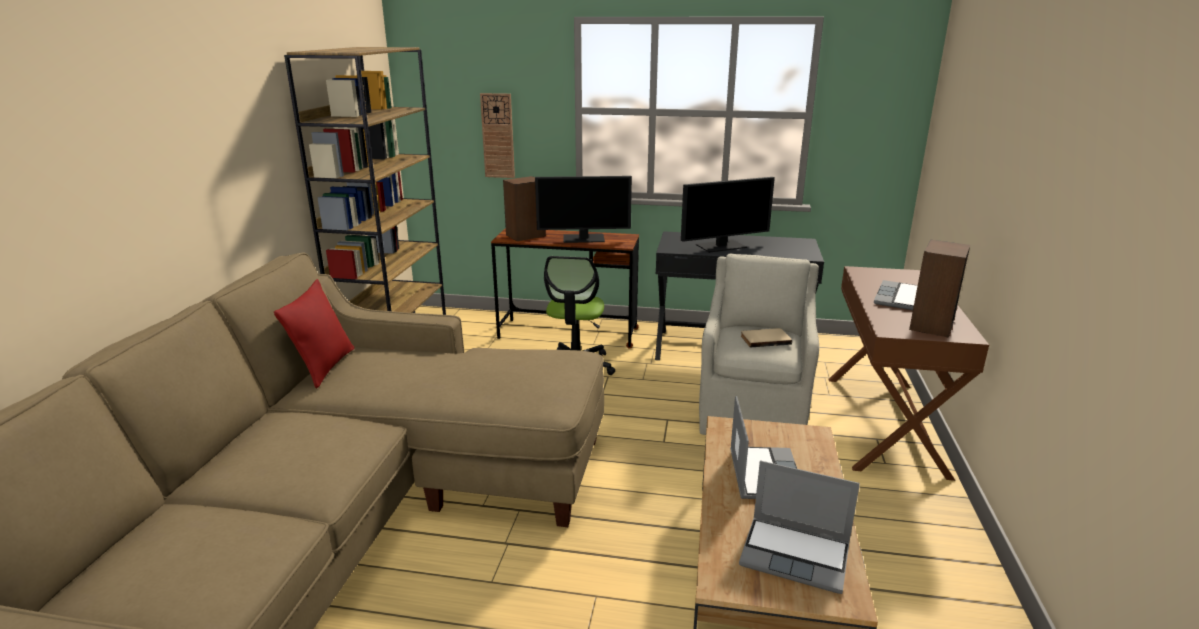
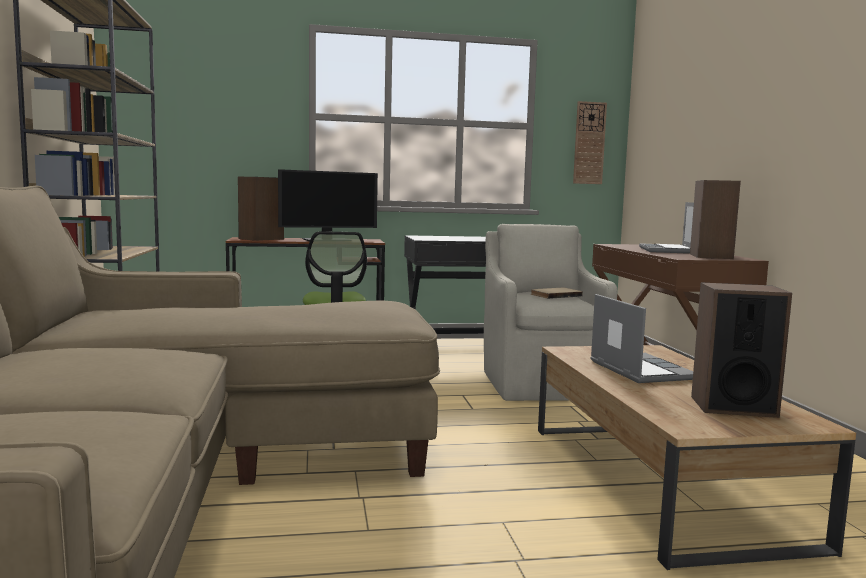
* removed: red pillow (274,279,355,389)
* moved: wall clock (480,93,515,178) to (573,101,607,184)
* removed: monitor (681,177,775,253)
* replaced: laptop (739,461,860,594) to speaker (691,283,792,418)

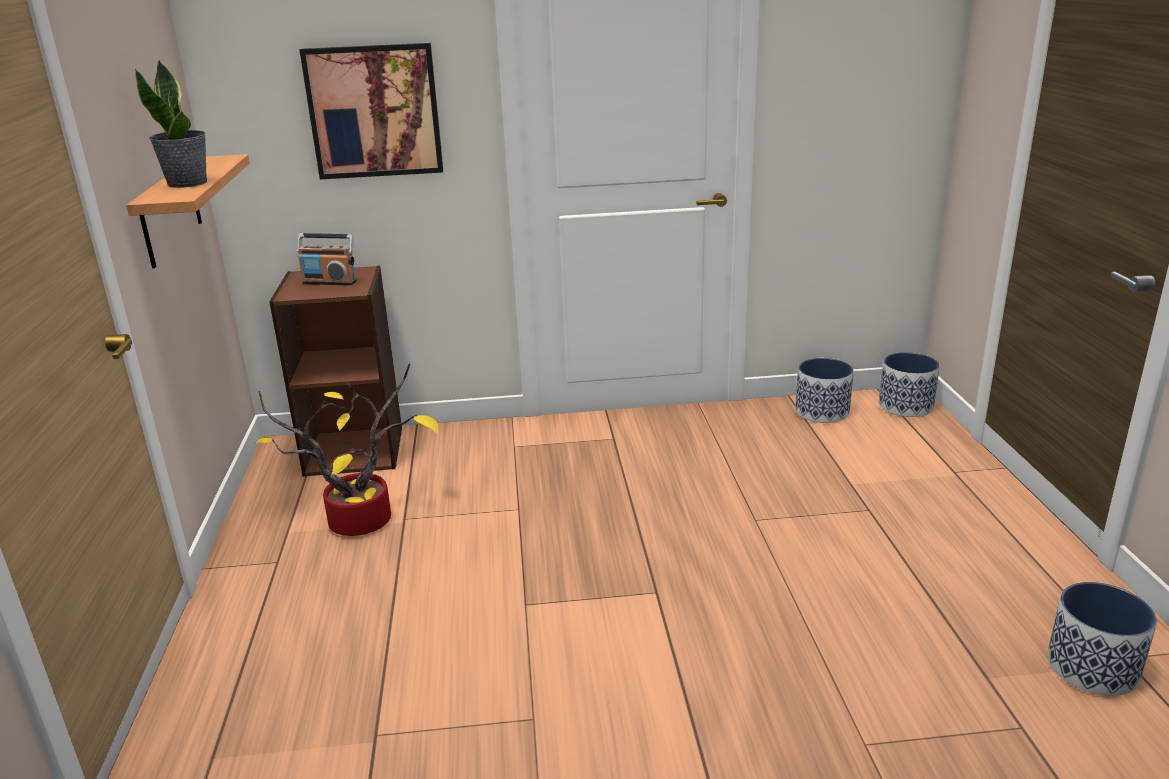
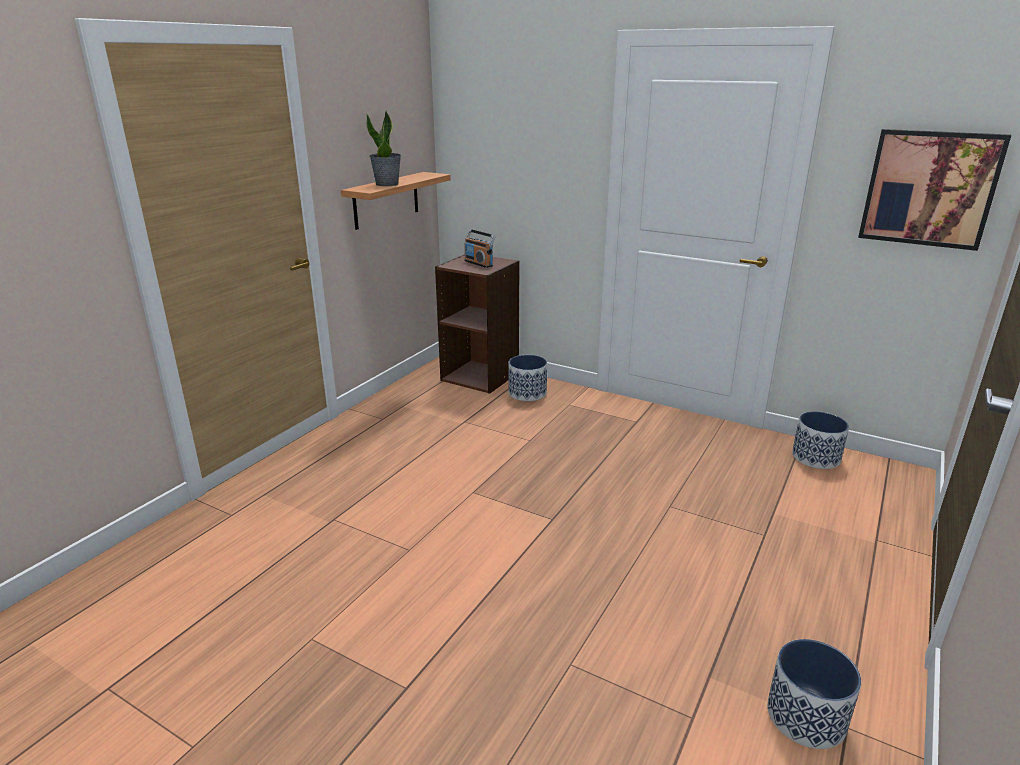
* removed: potted plant (254,363,439,536)
* moved: picture (300,43,443,179) to (858,129,1011,251)
* moved: planter (879,352,940,417) to (508,355,547,401)

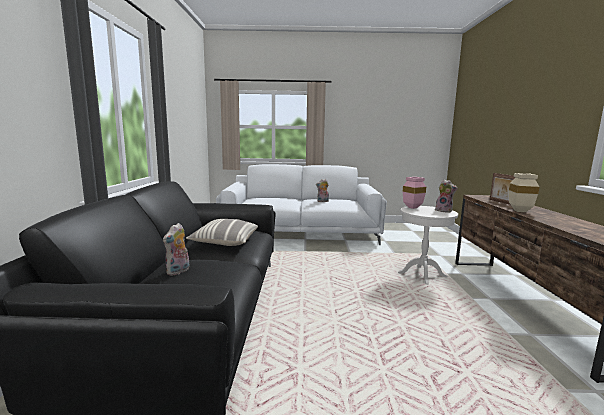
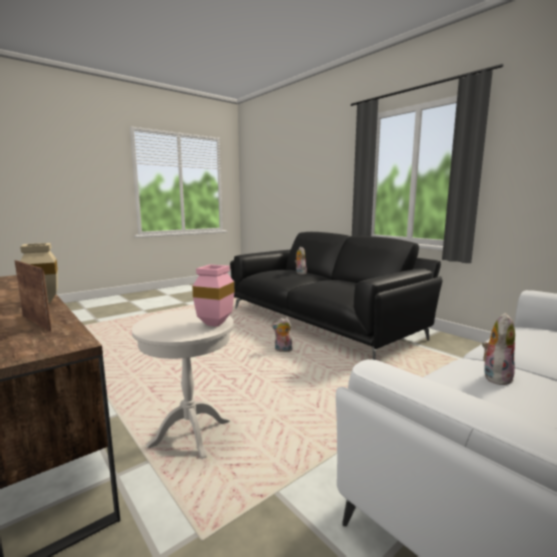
* removed: pillow (186,219,258,246)
* moved: plush toy (435,179,458,213) to (272,318,292,352)

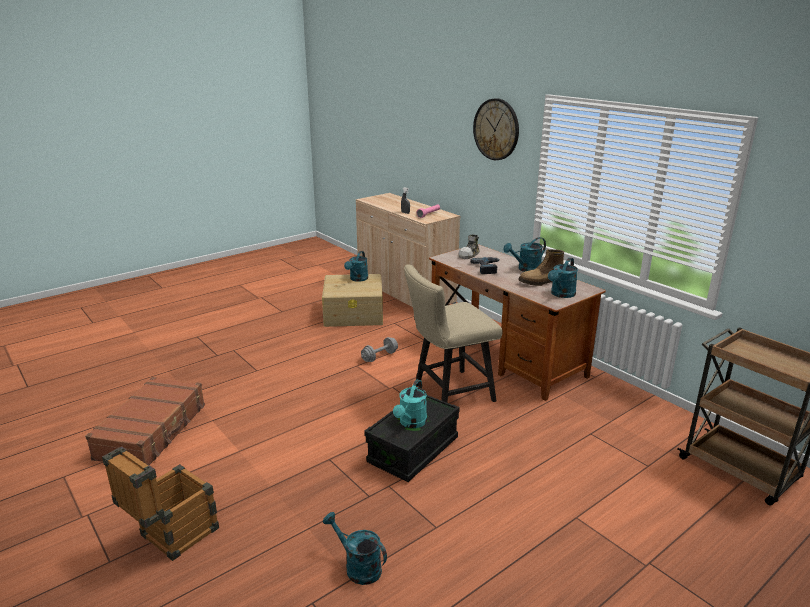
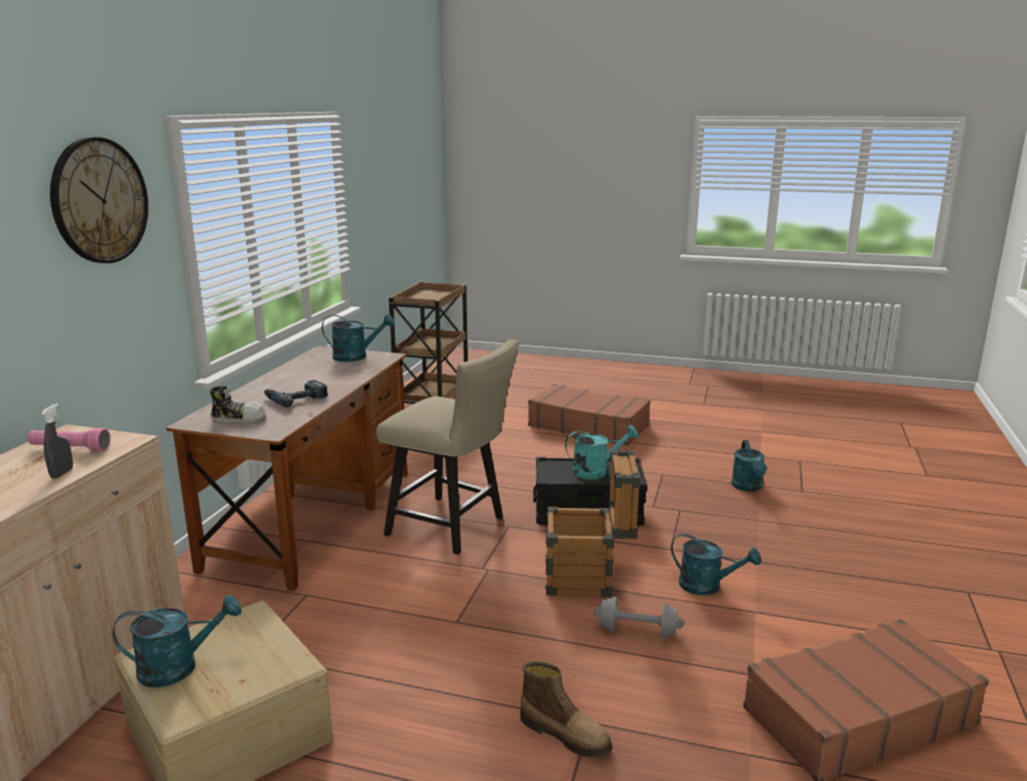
* moved: crate (102,446,219,561) to (545,450,641,597)
* moved: grey dumbbell (361,337,398,362) to (594,597,685,638)
* moved: turquoise watering can (503,237,546,272) to (671,533,761,595)
* moved: boot (518,249,564,286) to (520,661,613,757)
* added: brown suitcase (528,384,650,446)

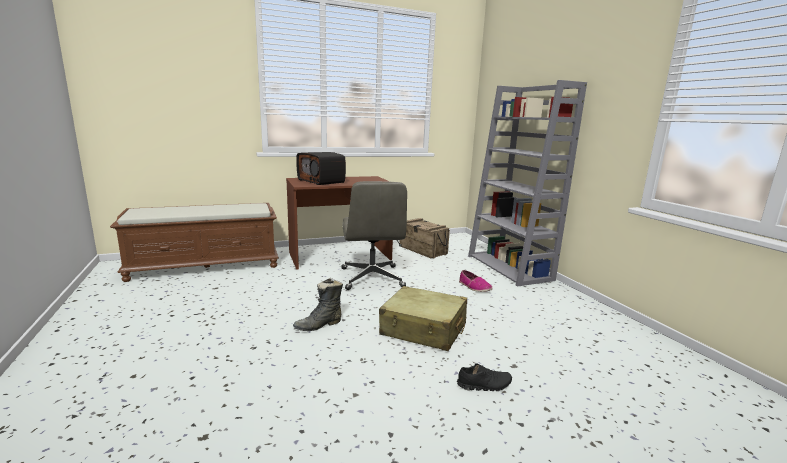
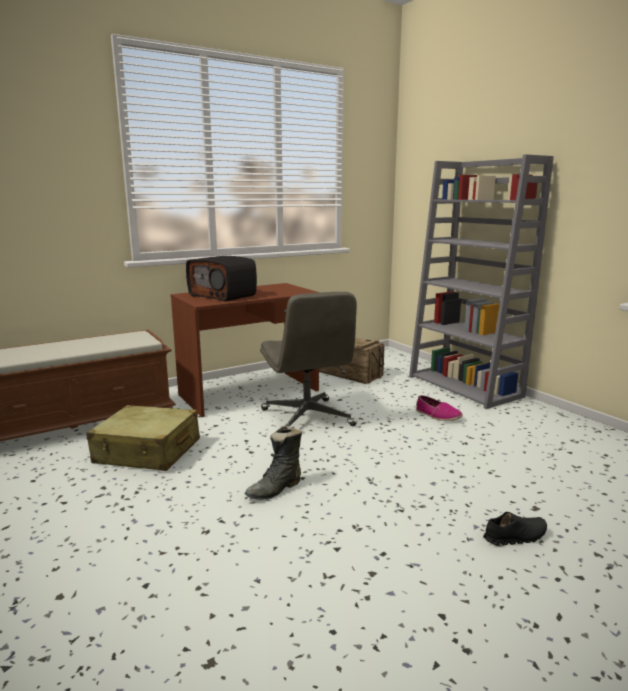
* moved: beige suitcase (379,286,467,351) to (86,405,200,471)

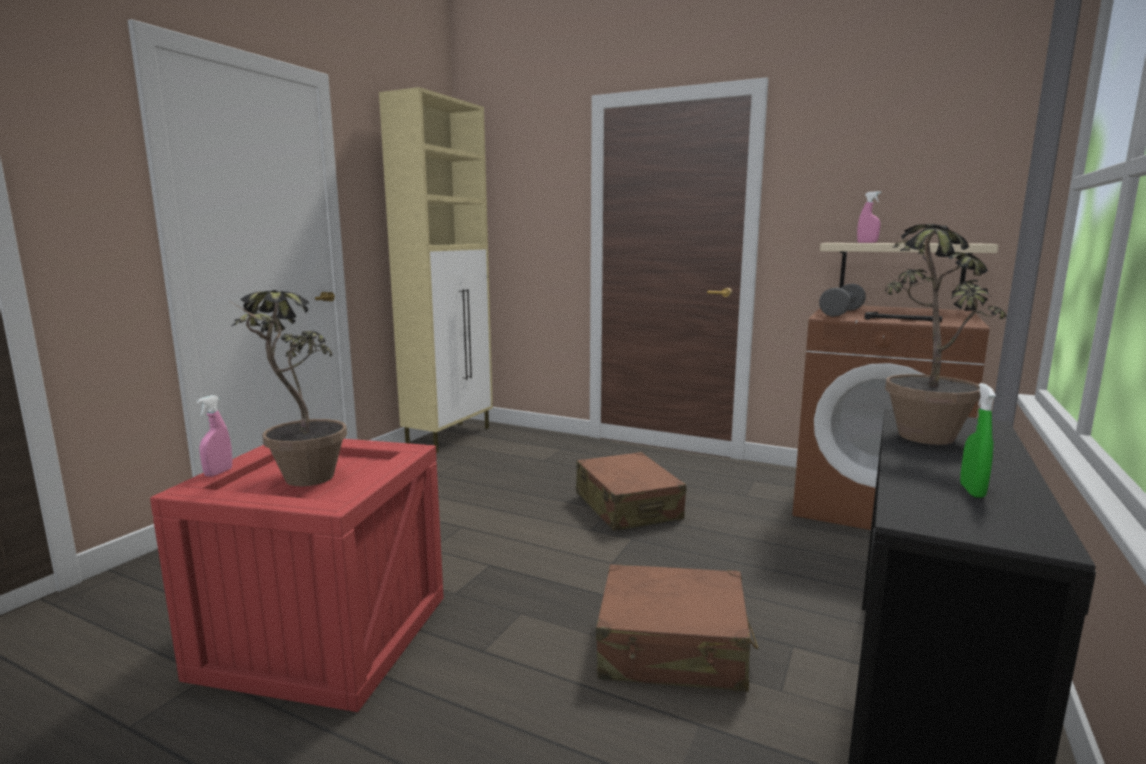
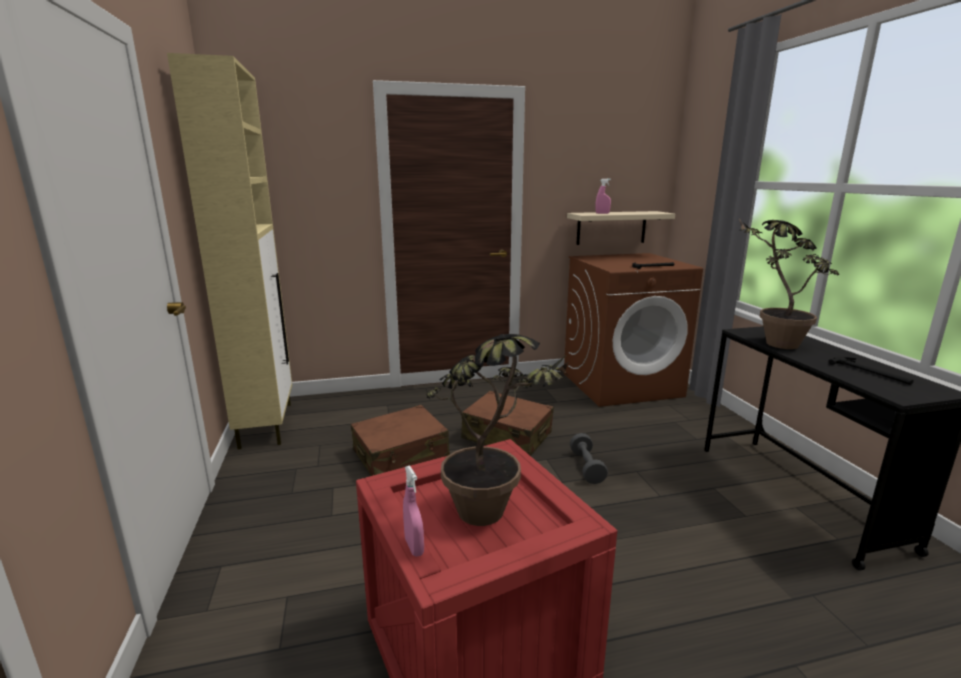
* moved: brown suitcase (596,564,758,692) to (351,405,450,476)
* moved: grey dumbbell (819,284,866,317) to (570,433,608,484)
* replaced: green spray bottle (960,383,996,498) to hammer (828,357,914,385)

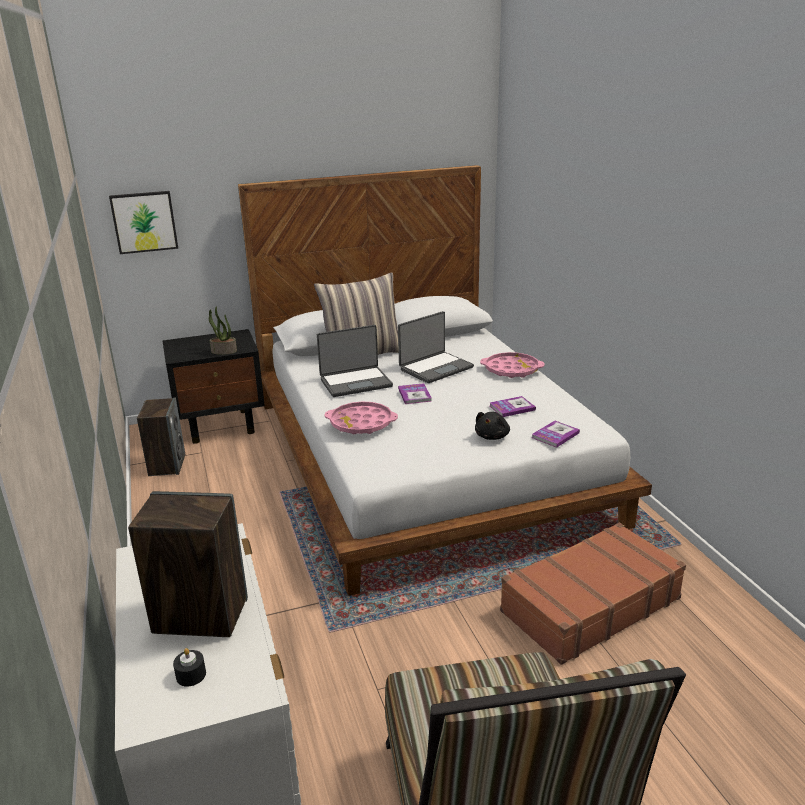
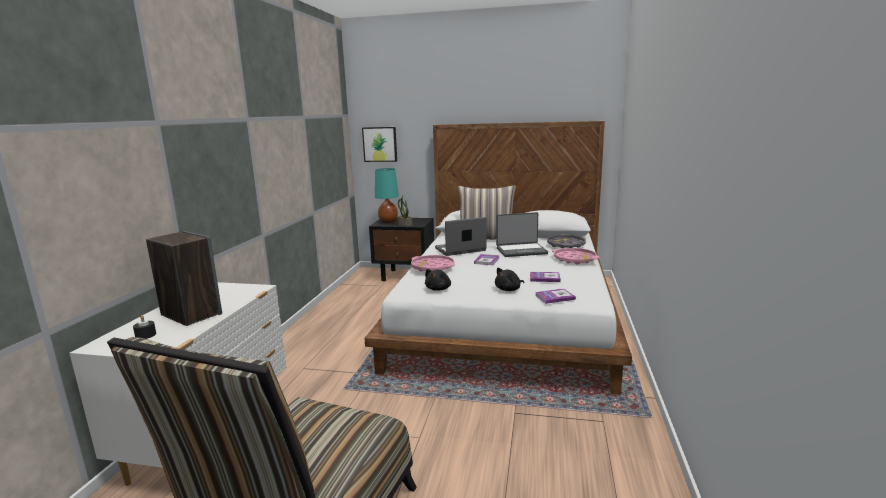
* removed: speaker (137,398,185,476)
* turned: laptop (317,325,393,397) = (435,217,487,256) 150 degrees clockwise
* removed: brown suitcase (500,523,686,665)
* added: turquoise table lamp (375,168,399,223)
* added: black plush toy (425,269,451,291)
* added: grey tray (547,234,586,248)

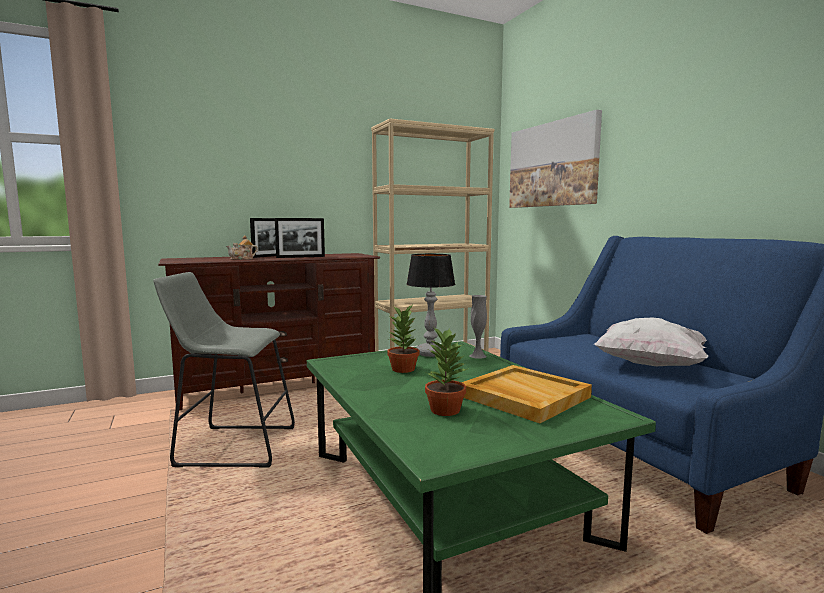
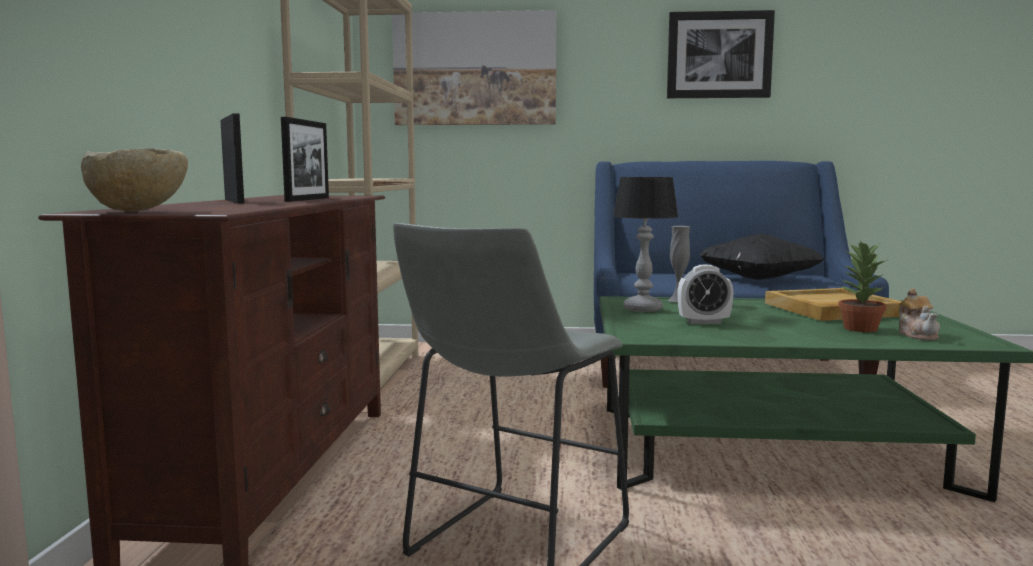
* moved: teapot (226,235,258,260) to (899,288,940,340)
* replaced: potted plant (387,305,419,373) to alarm clock (677,265,733,324)
* recoloured: white pillow (594,317,708,366) to black pillow (699,233,824,280)
* added: beige bowl (81,148,188,212)
* added: picture (667,10,775,98)

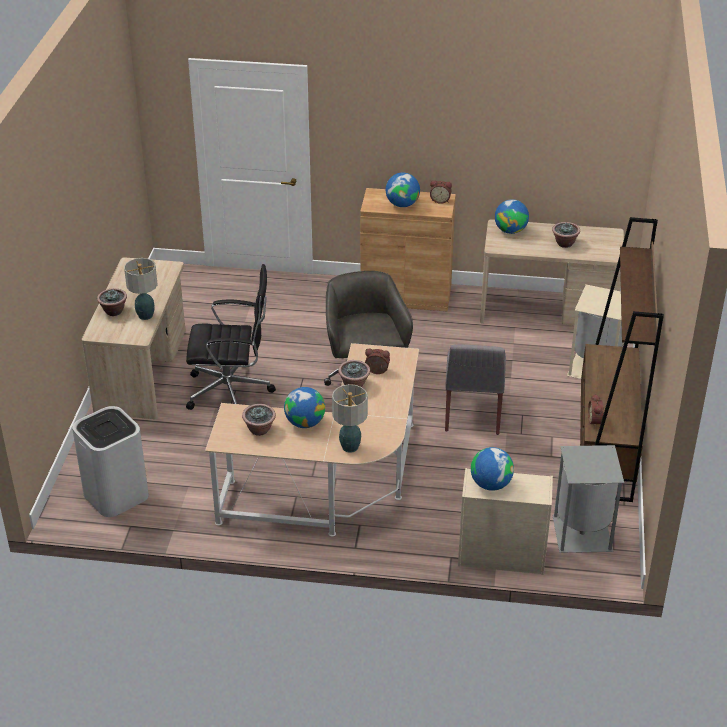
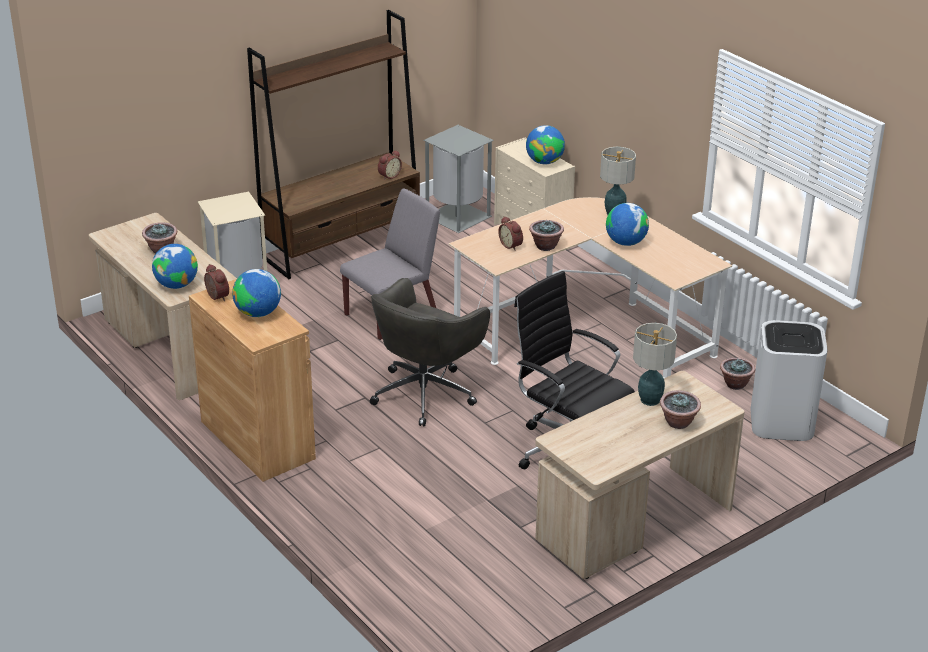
* moved: potted plant (242,404,276,436) to (720,358,755,390)

